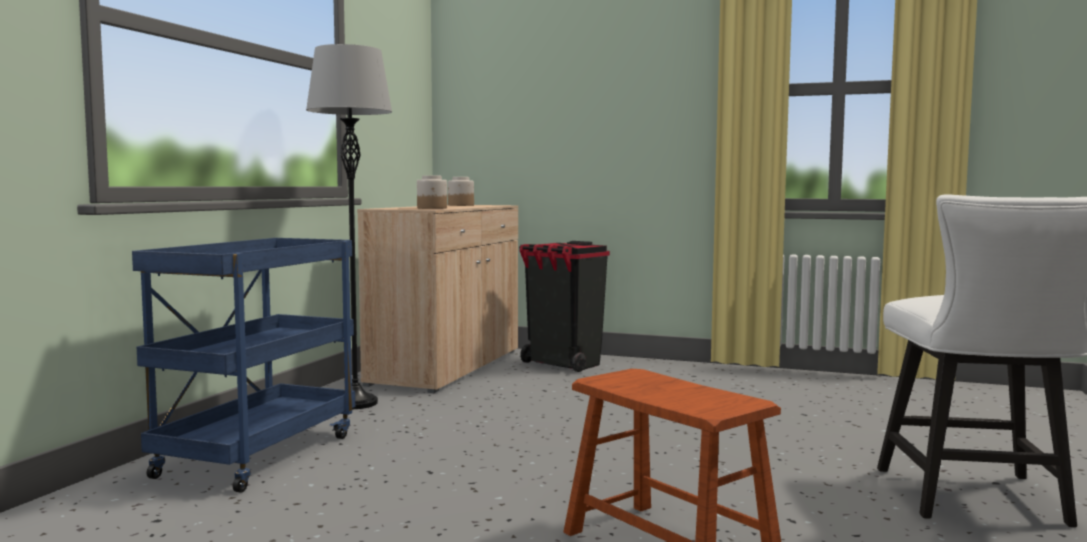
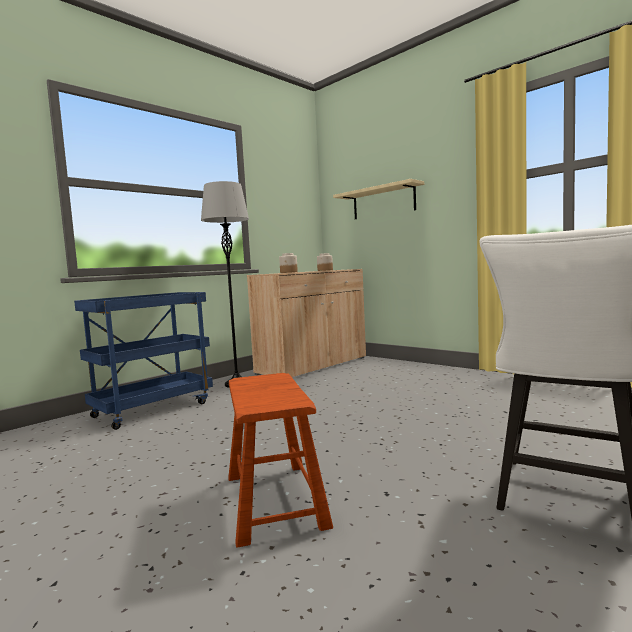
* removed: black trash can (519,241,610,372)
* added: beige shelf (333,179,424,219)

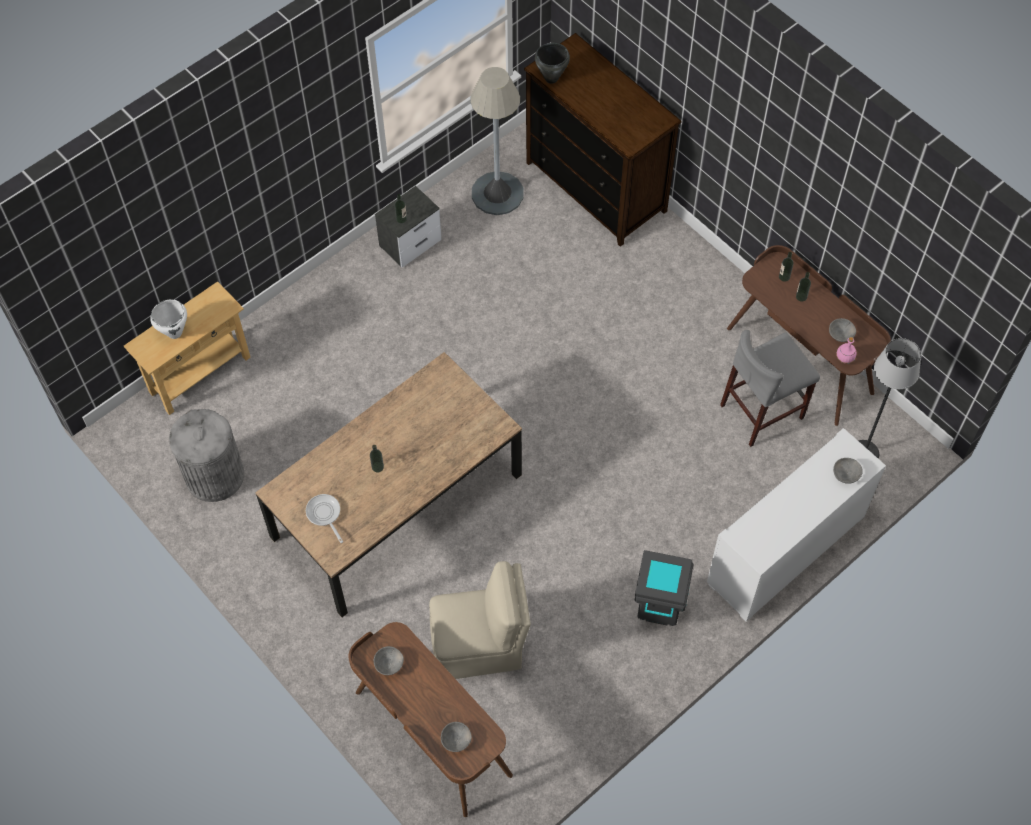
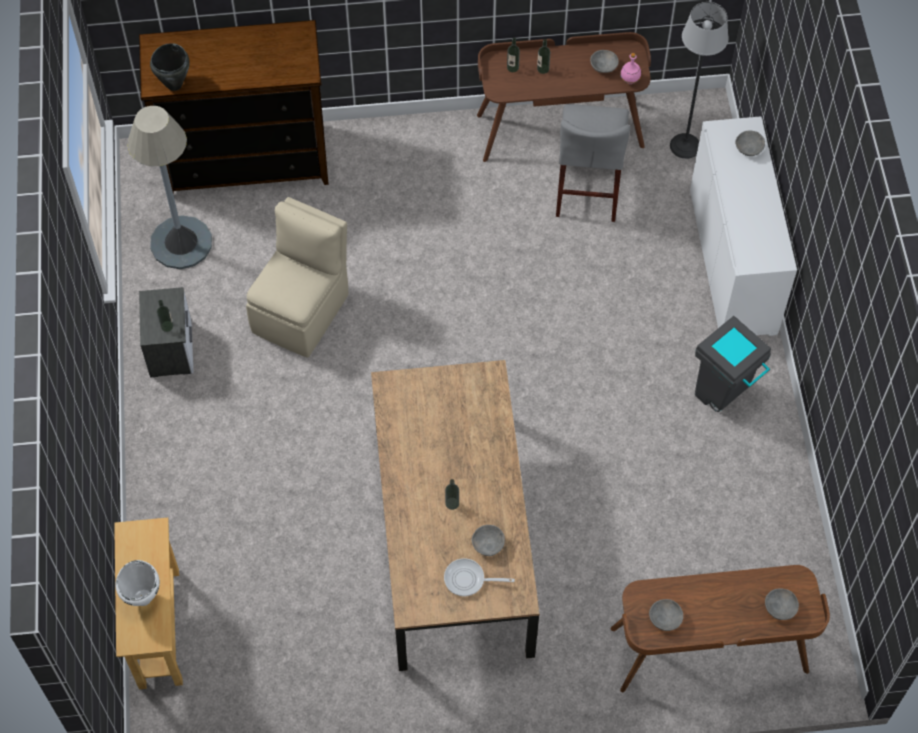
* removed: grey trash can (169,409,244,502)
* moved: beige chair (429,561,531,679) to (246,197,348,358)
* added: grey bowl (472,525,505,556)

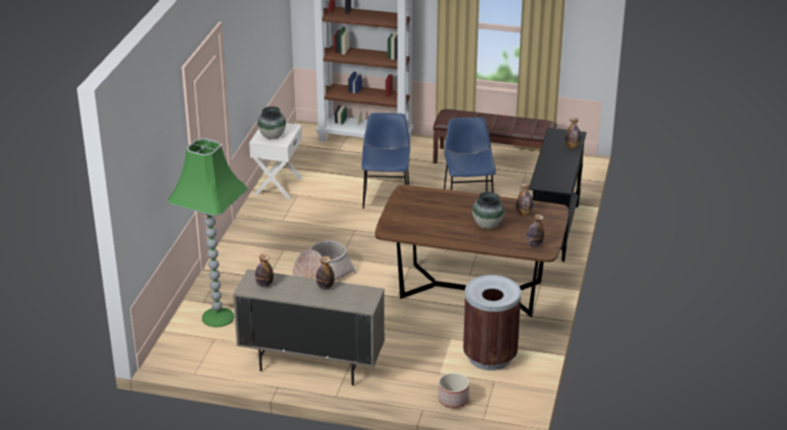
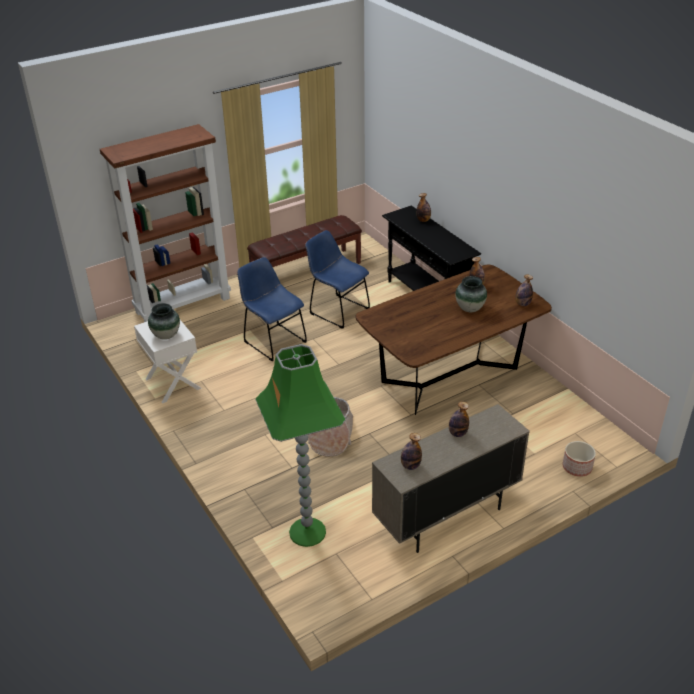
* removed: brown trash can (463,275,521,370)

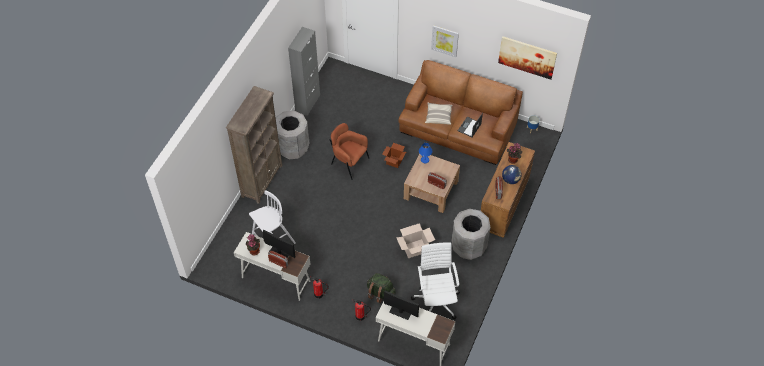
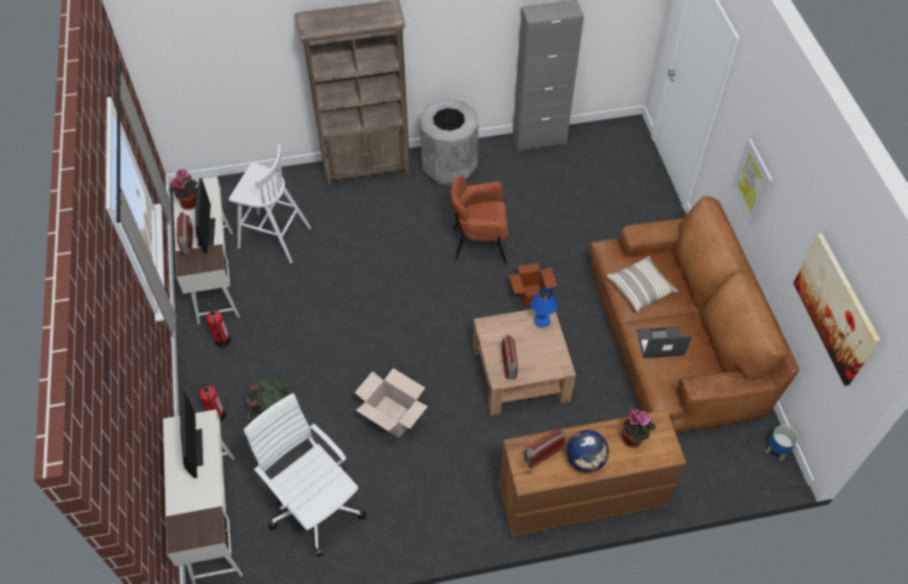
* turned: brown armchair (330,123,370,180) = (450,175,508,265) 90 degrees counterclockwise
* turned: white office chair (411,243,460,319) = (243,393,366,557) 90 degrees counterclockwise
* removed: grey trash can (452,209,490,260)

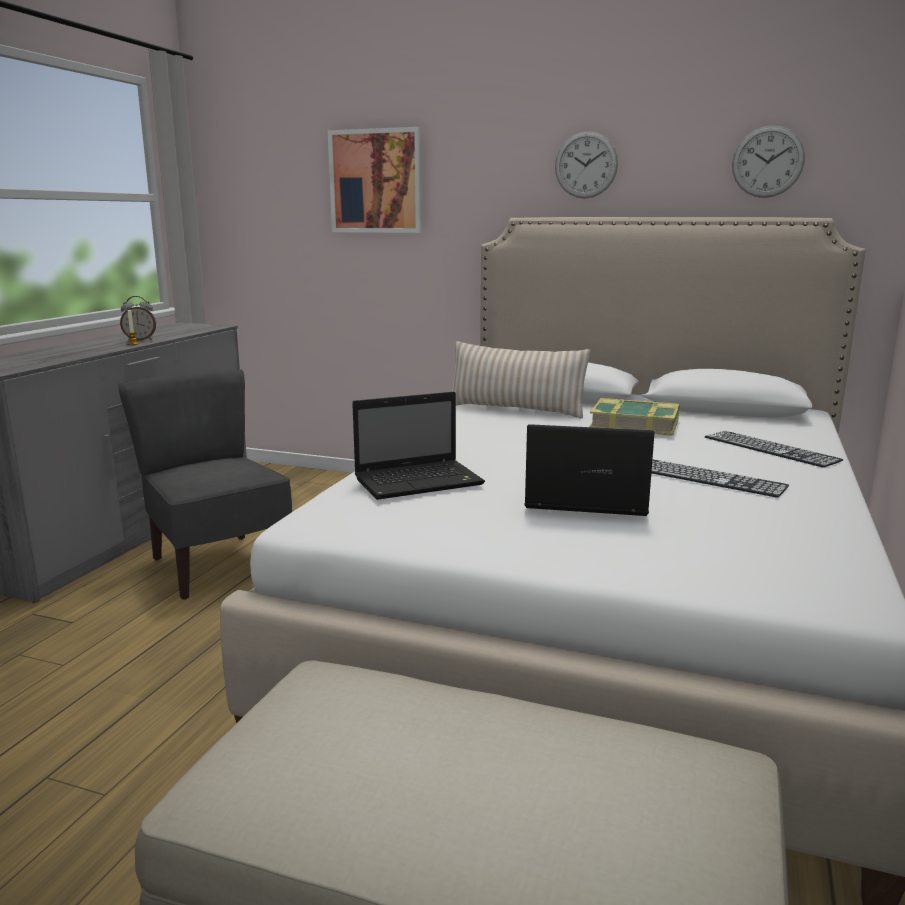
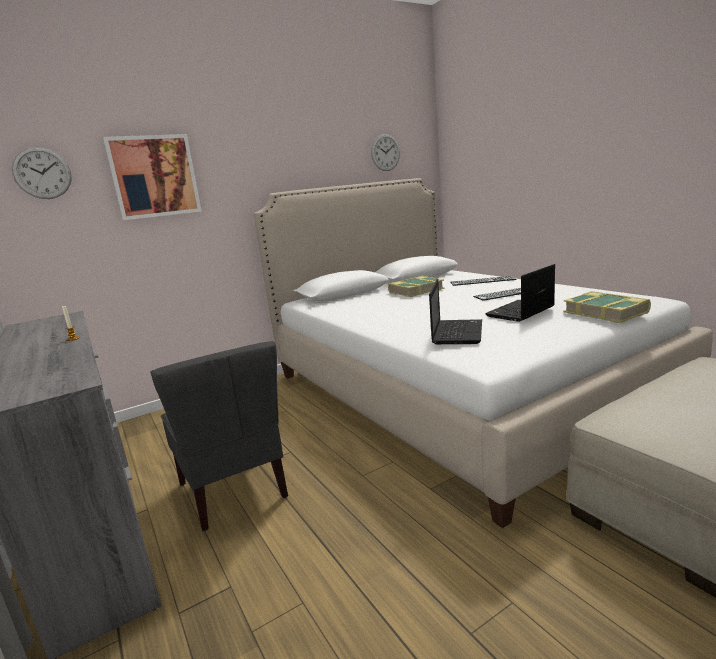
* turned: grey chair (118,369,292,600) = (150,341,288,531) 120 degrees counterclockwise
* removed: alarm clock (120,296,156,341)
* removed: beige pillow (452,341,591,419)
* moved: wall clock (555,131,618,199) to (12,147,72,199)
* added: book (564,291,651,323)

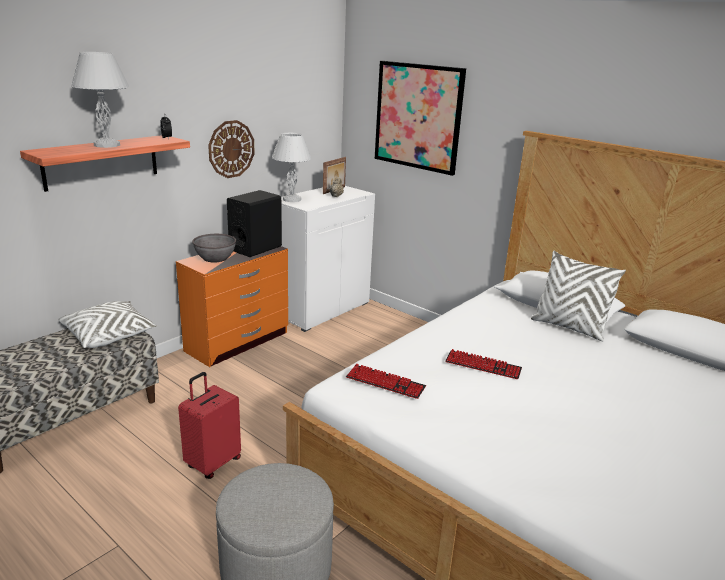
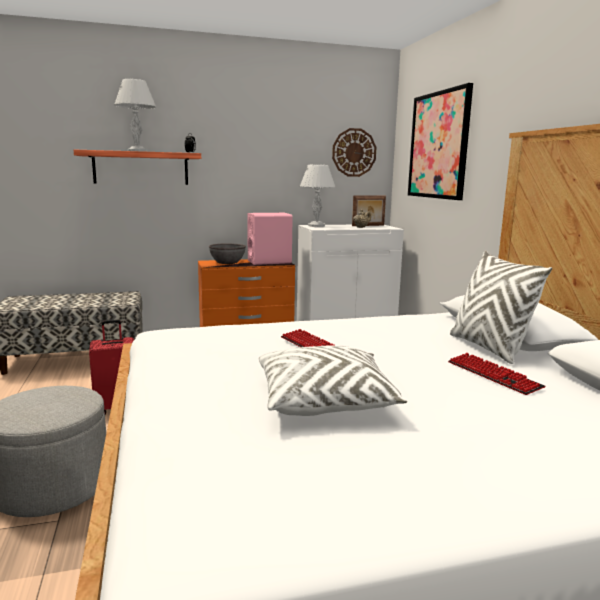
* moved: white pillow (58,301,157,348) to (259,345,407,416)
* moved: wall clock (208,120,255,178) to (332,128,376,177)
* recoloured: black speaker (227,190,282,257) to pink speaker (247,213,293,265)
* moved: keyboard (346,364,426,399) to (448,353,546,395)

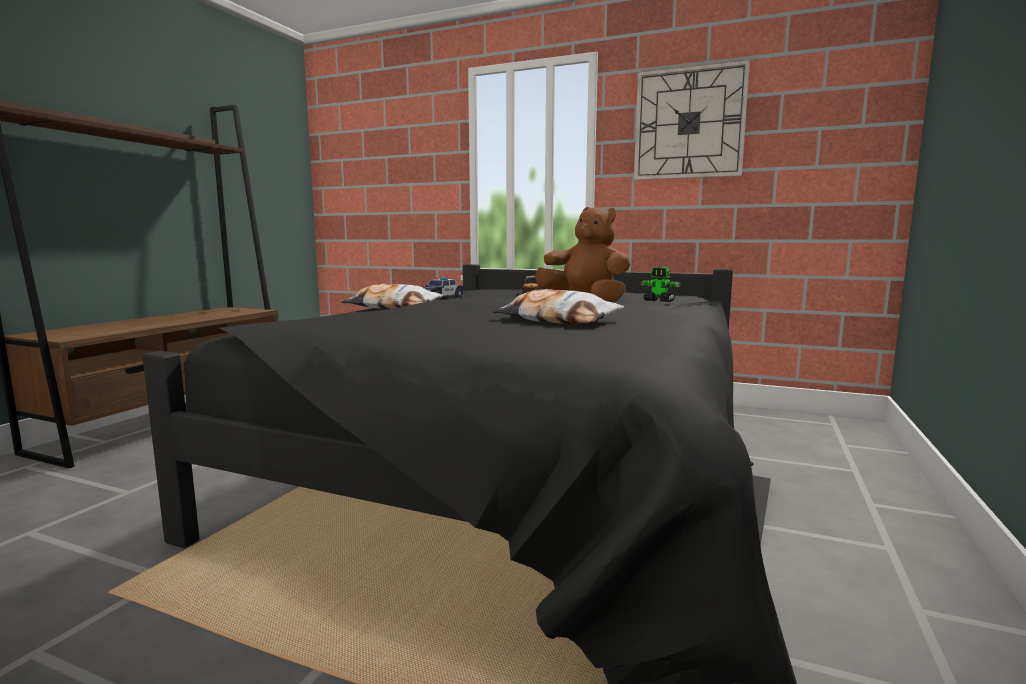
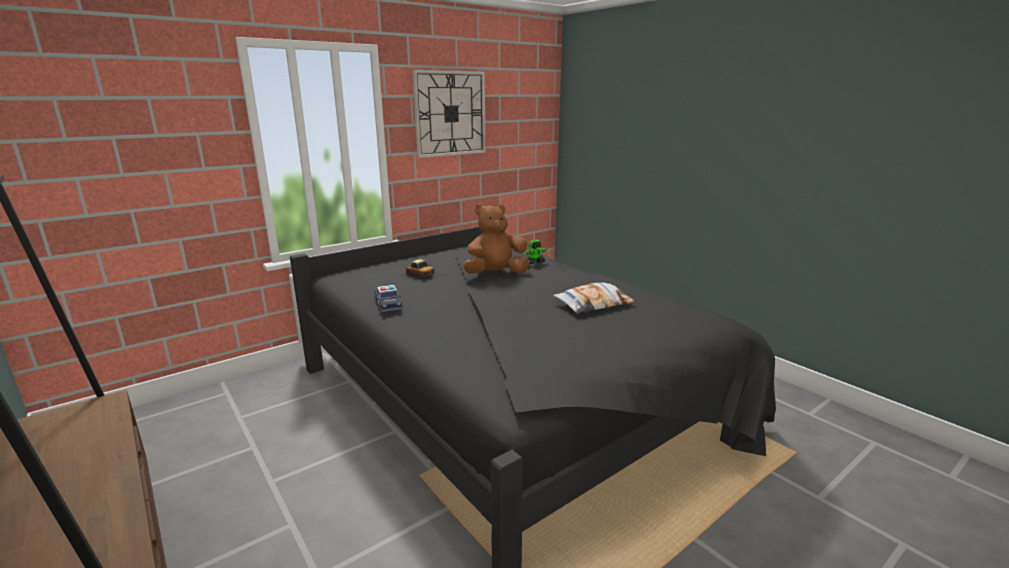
* removed: pillow (341,284,443,309)

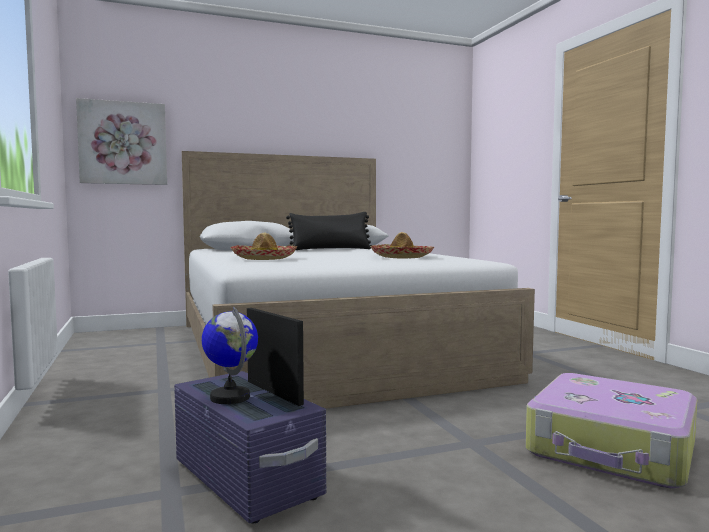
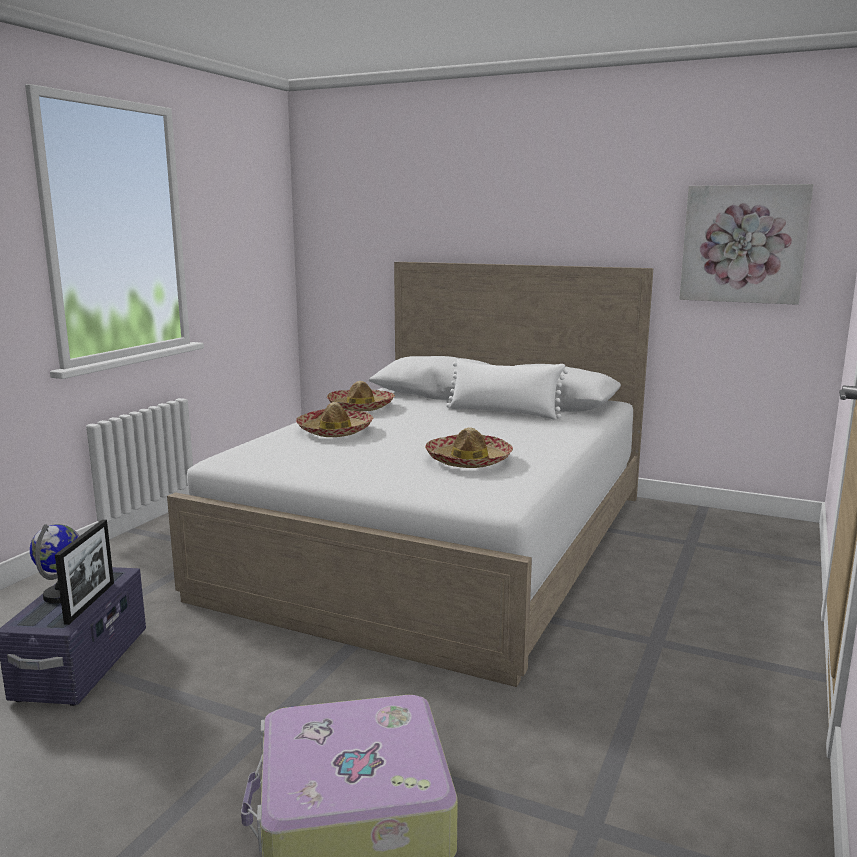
* moved: picture (76,98,167,185) to (679,184,813,305)
* recoloured: black pillow (286,212,372,250) to white pillow (446,359,568,420)
* added: hat (327,381,395,411)

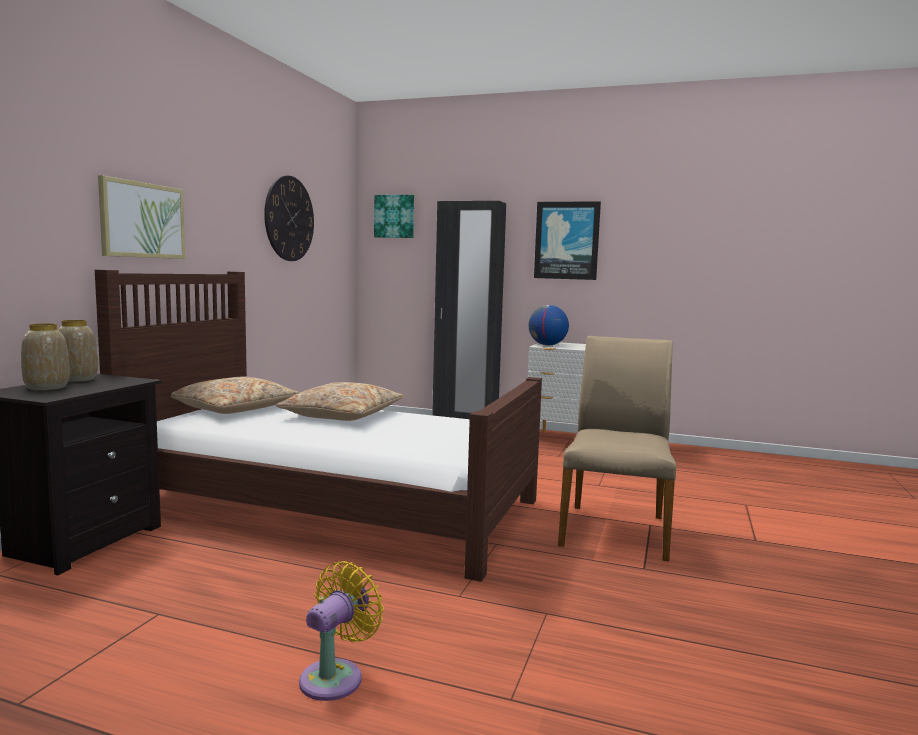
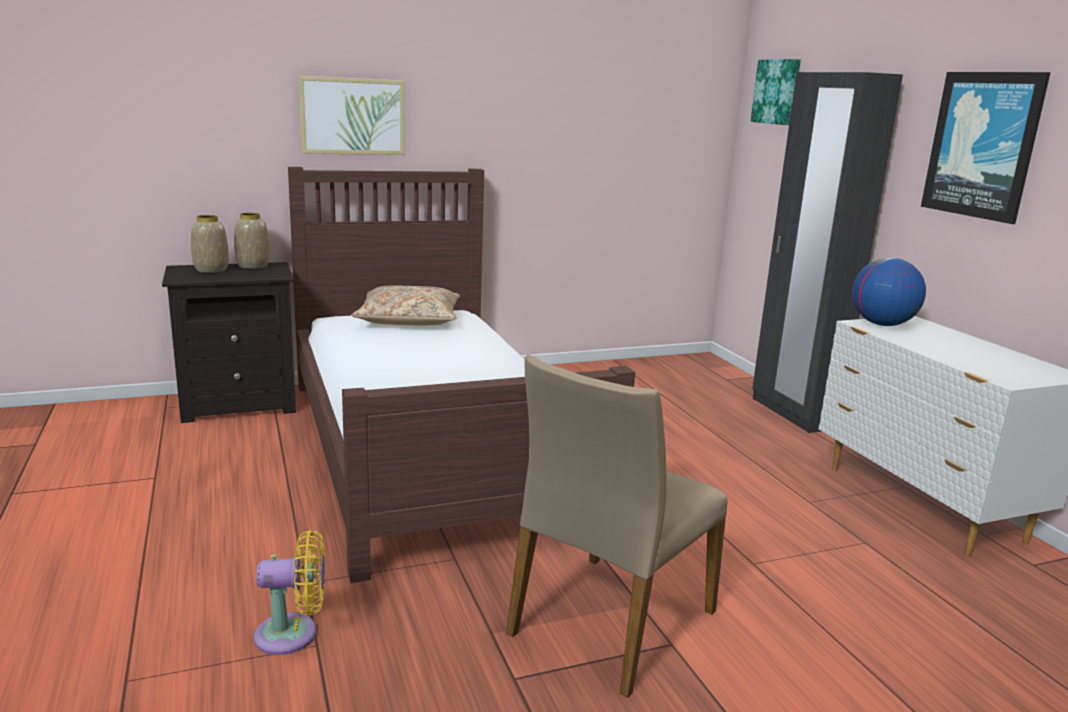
* removed: wall clock (264,176,314,261)
* removed: beige pillow (276,382,404,421)
* moved: yellow fan (299,561,384,701) to (254,530,325,655)
* turned: beige chair (558,336,676,561) = (506,355,728,698) 150 degrees clockwise

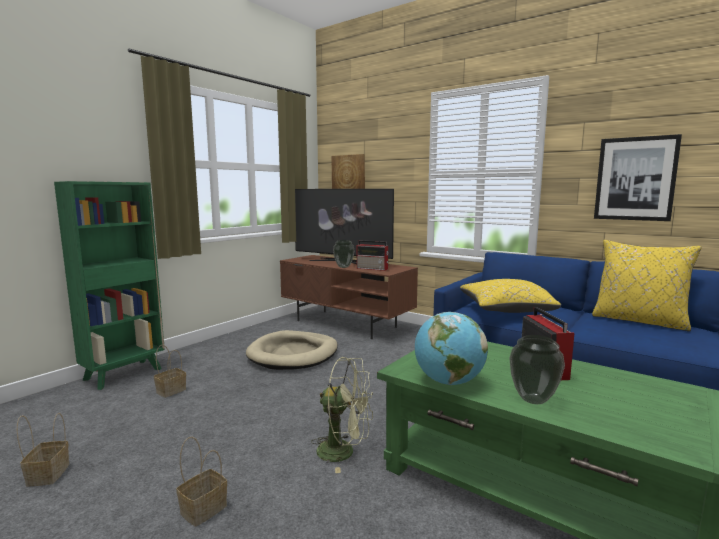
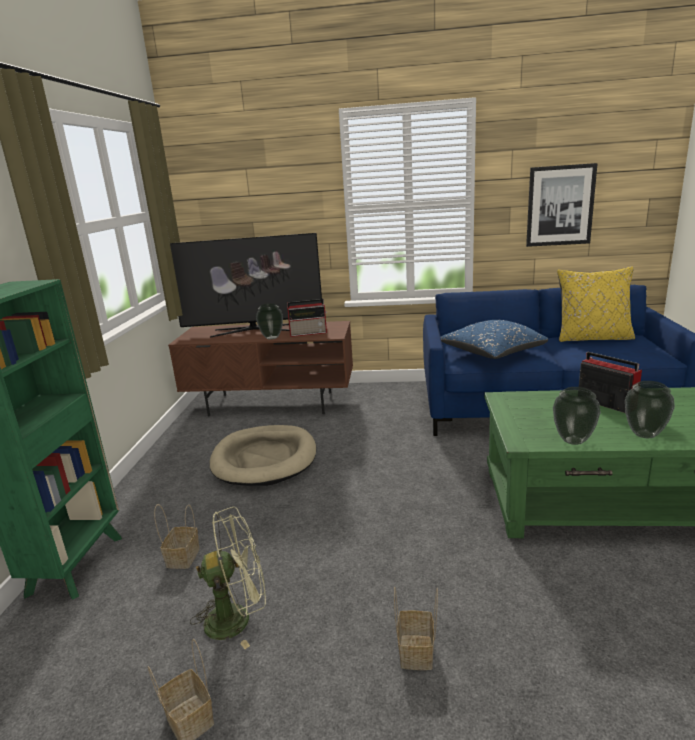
* moved: green fan (311,357,373,473) to (190,507,266,649)
* removed: picture (331,154,365,189)
* replaced: globe (415,312,488,385) to vase (553,387,601,445)
* recoloured: yellow pillow (460,279,561,313) to blue pillow (440,320,548,359)

